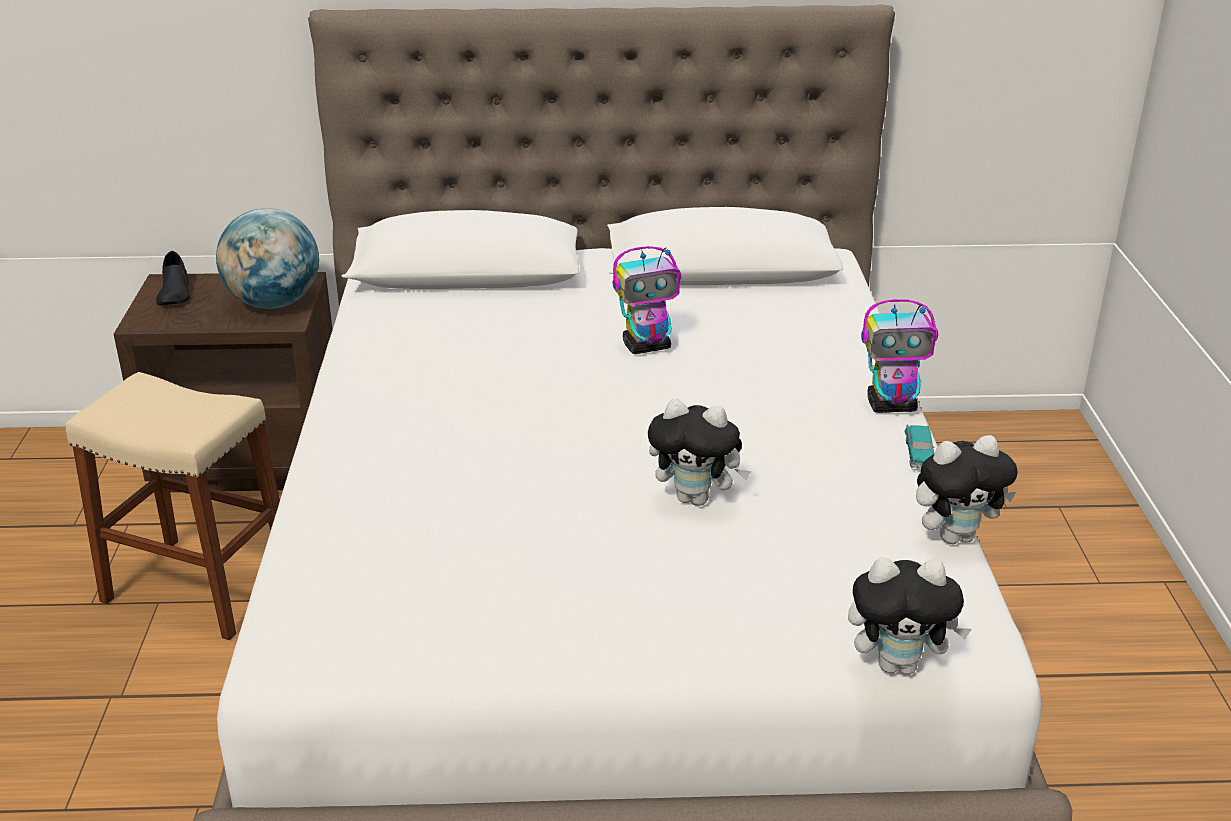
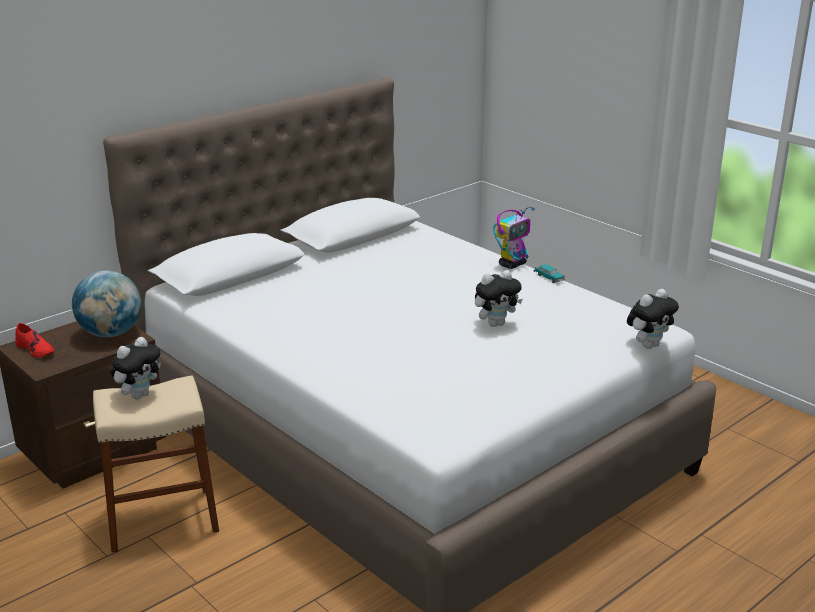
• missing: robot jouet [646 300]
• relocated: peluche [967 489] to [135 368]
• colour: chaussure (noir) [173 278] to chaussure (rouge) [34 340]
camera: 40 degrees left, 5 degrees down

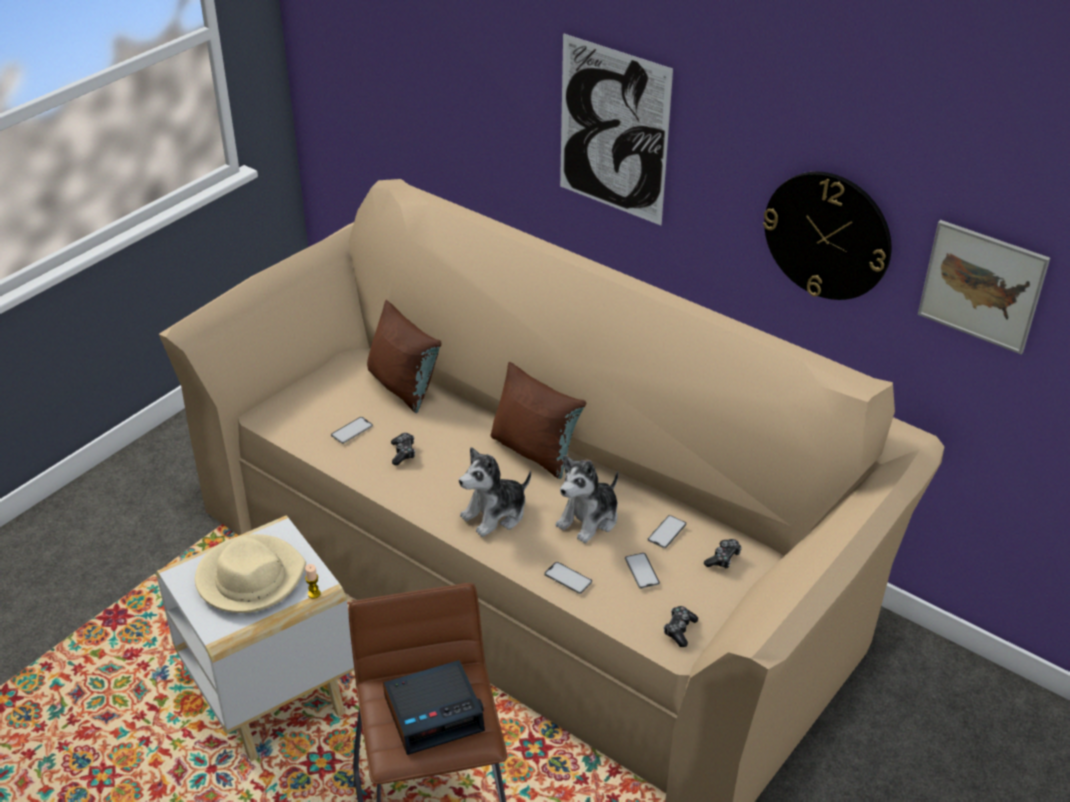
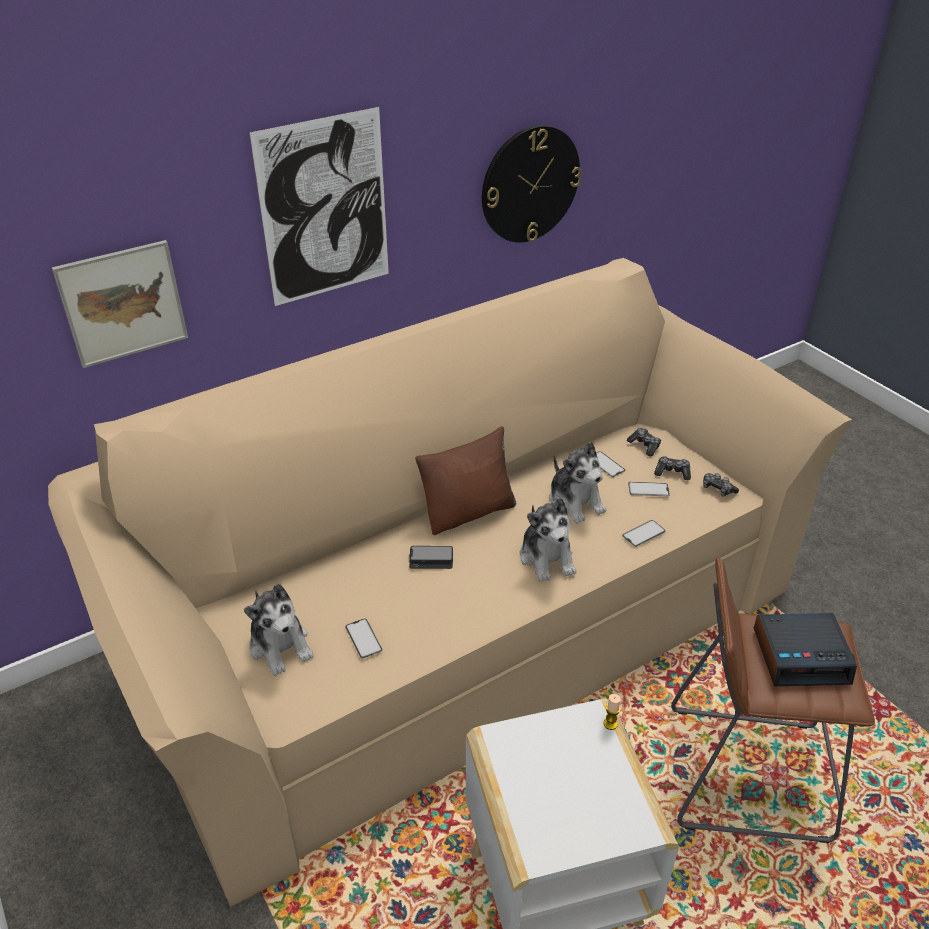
• missing: chapeau (beige) [250 573]
• missing: coussin (marron) [404 356]
• appeared: peluche [278 630]
• appeared: téléphone [431 557]
• relocated: manette [403 449] to [672 468]
• relocated: tableau [984 287] to [120 304]
• spun: réveil [434 707] = [805 649] 90 degrees clockwise
camera: 70 degrees left, 0 degrees up

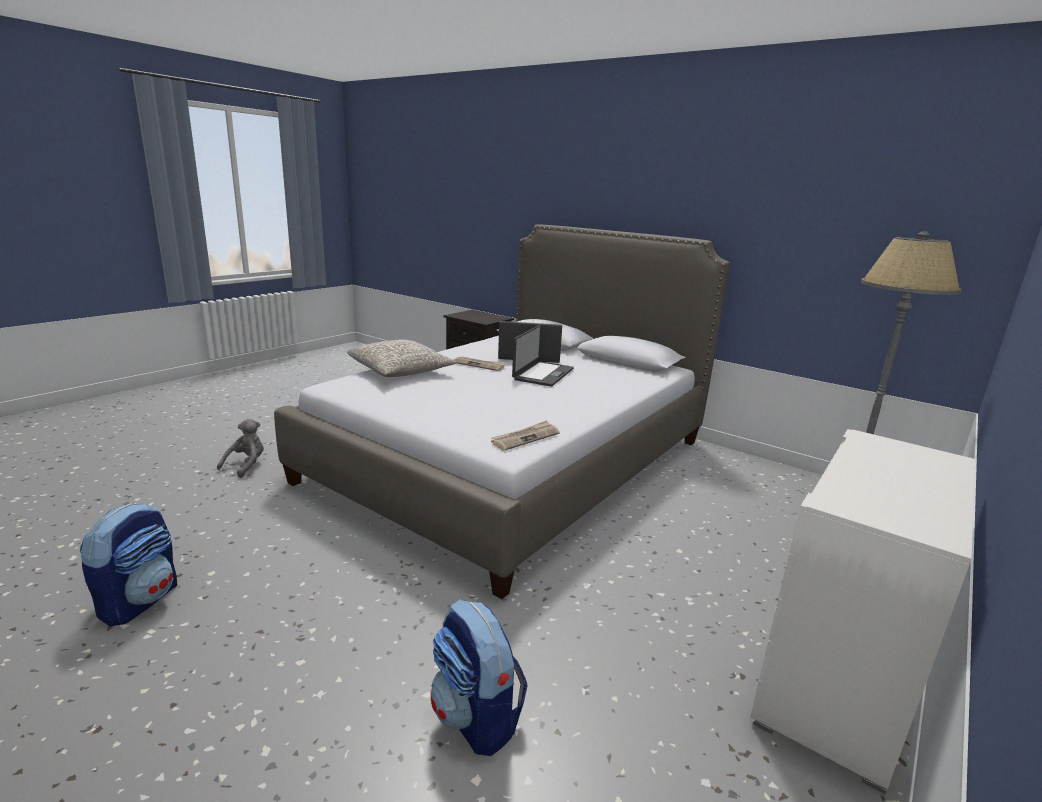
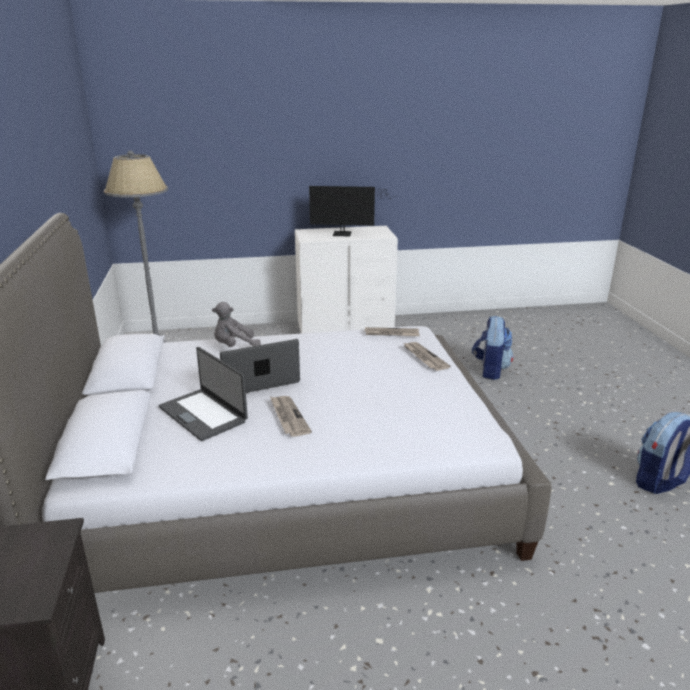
• missing: coussin (gris) [402 358]
• appeared: écran d'ordinateur [352 211]
• appeared: journal [427 356]
• relocated: peluche (gris) [240 448] to [236 324]
camera: 135 degrees left, 5 degrees up

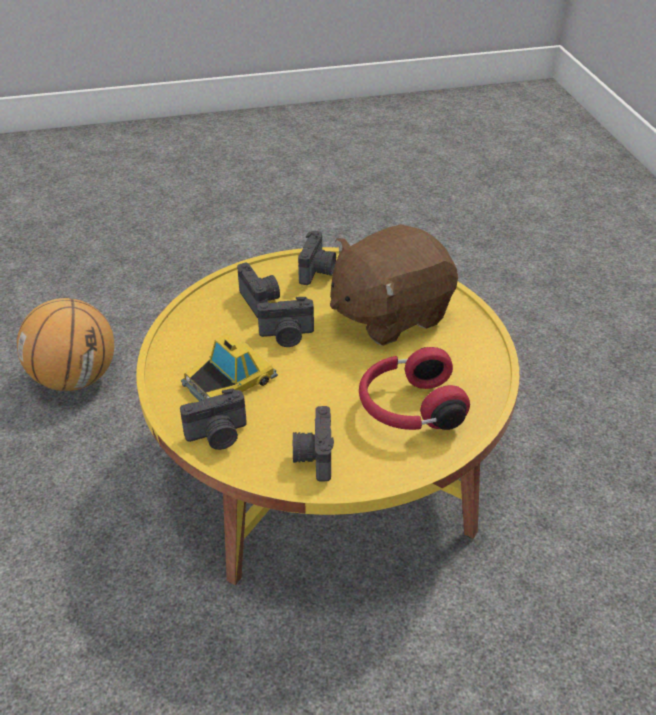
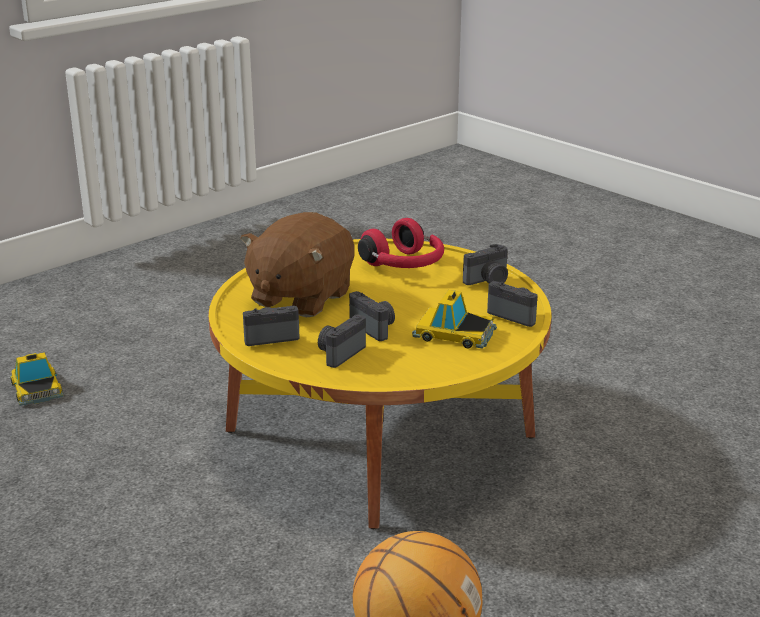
• appeared: petite voiture [37 379]
• spun: peluche (marron) [394 285] = [297 265] 90 degrees clockwise
camera: 120 degrees left, 15 degrees down

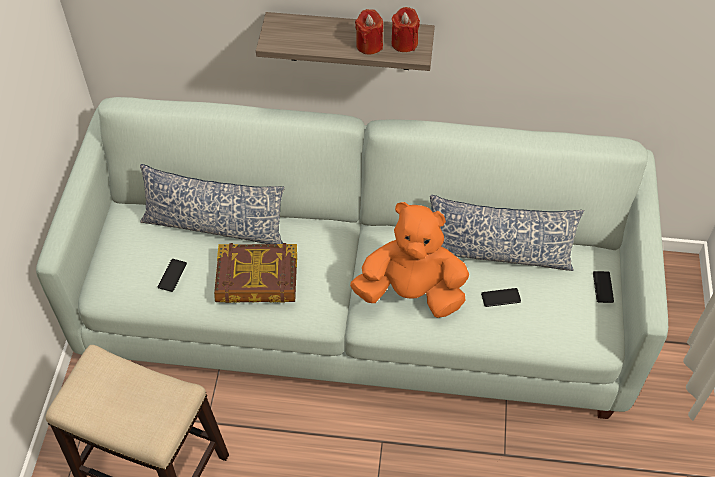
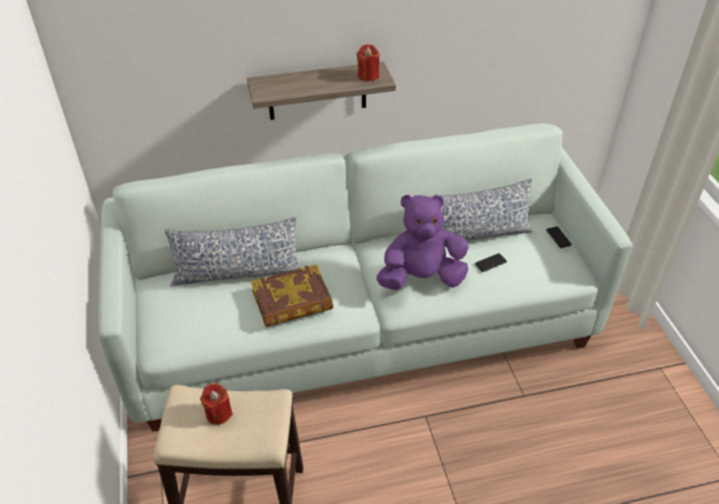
• missing: téléphone [172 275]
• relocated: bougie (rouge) [369 31] to [216 404]
• colour: peluche (orange) [409 260] to peluche (violet) [422 242]
camera: 20 degrees left, 10 degrees down

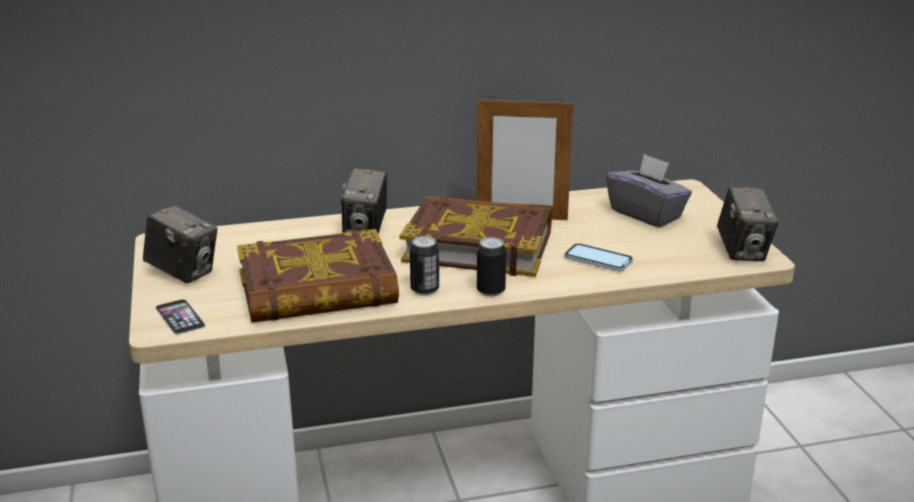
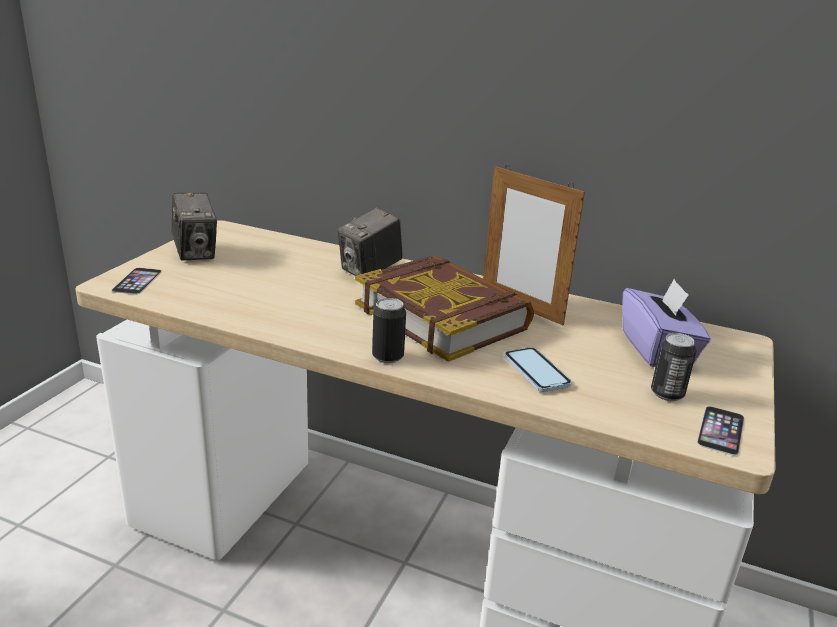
• missing: livre [318 276]
• relocated: boîte métallique [424 265] to [673 367]
• exchanged: appareil photo [747 223] to téléphone [720 430]
• colour: boîte à mouchoirs (gris) [649 191] to boîte à mouchoirs (violet) [666 322]
camera: 35 degrees right, 0 degrees up

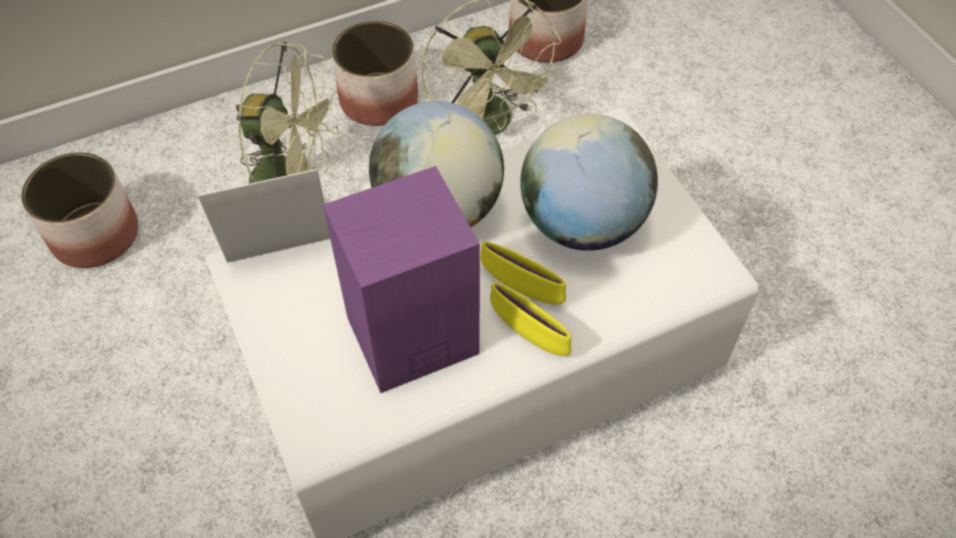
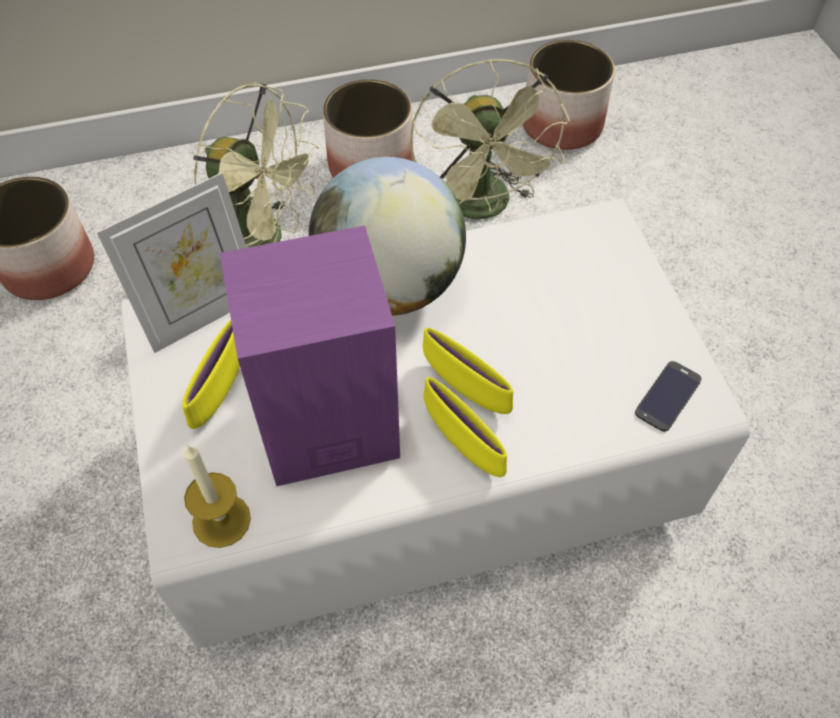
• missing: globe [589 182]
• appeared: bol (jaune) [211 374]
• appeared: bougie [217 496]
• appeared: téléphone [668 396]
• spun: cadre photo [264 216] = [171 262] 150 degrees clockwise
camera: 10 degrees right, 0 degrees up

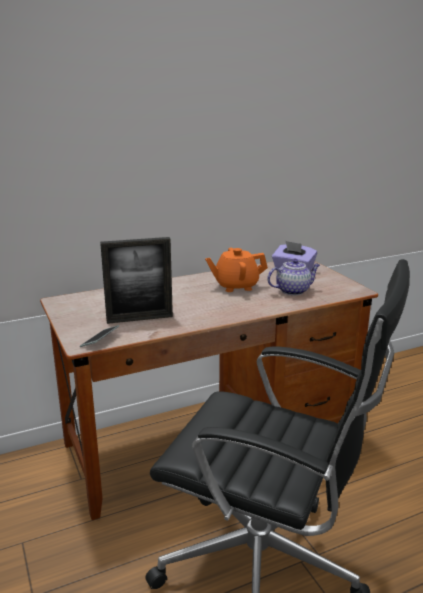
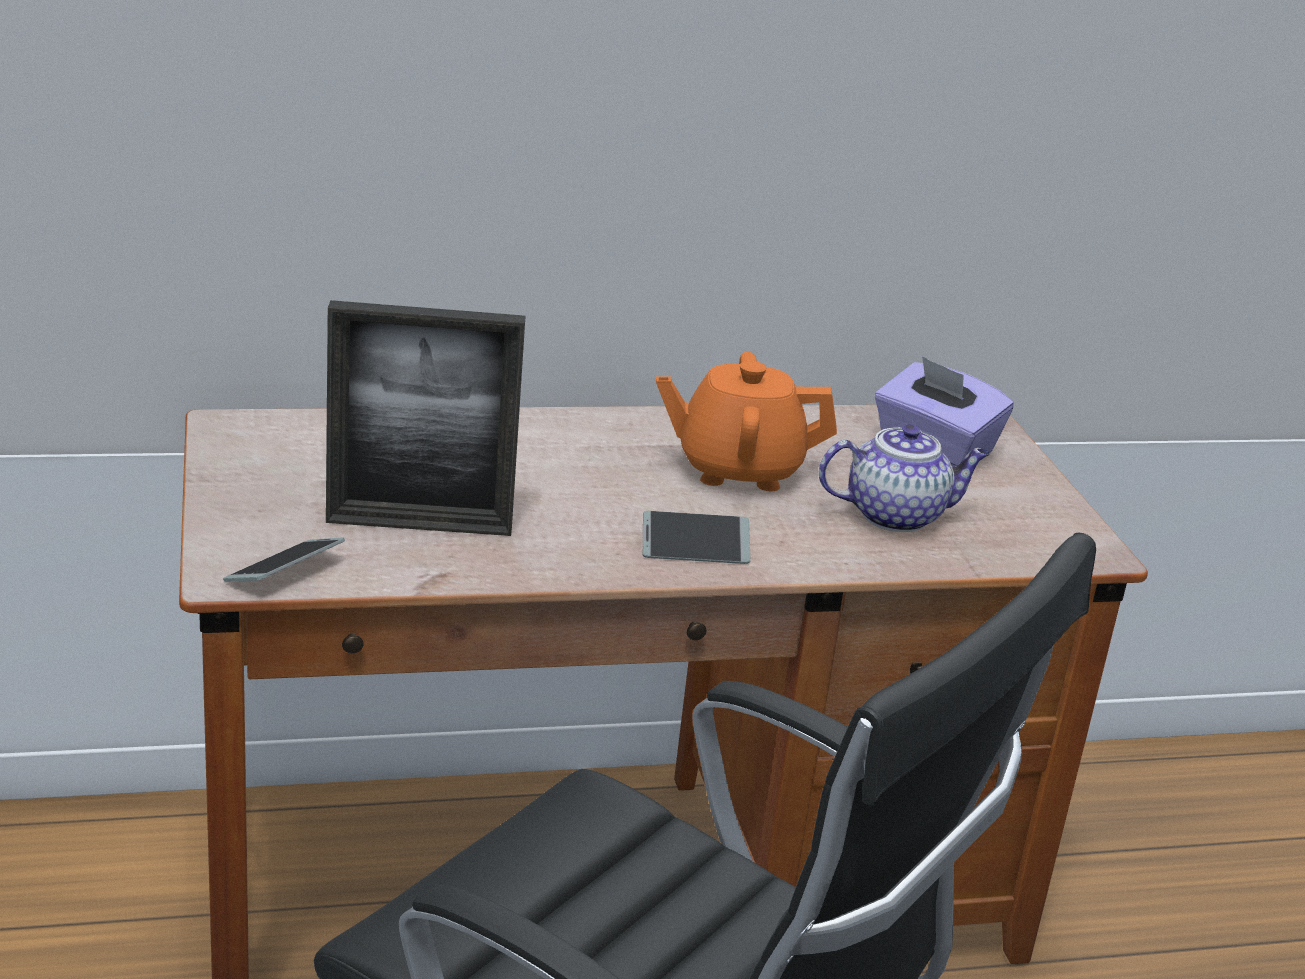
• appeared: téléphone [696 537]
camera: 10 degrees right, 5 degrees up

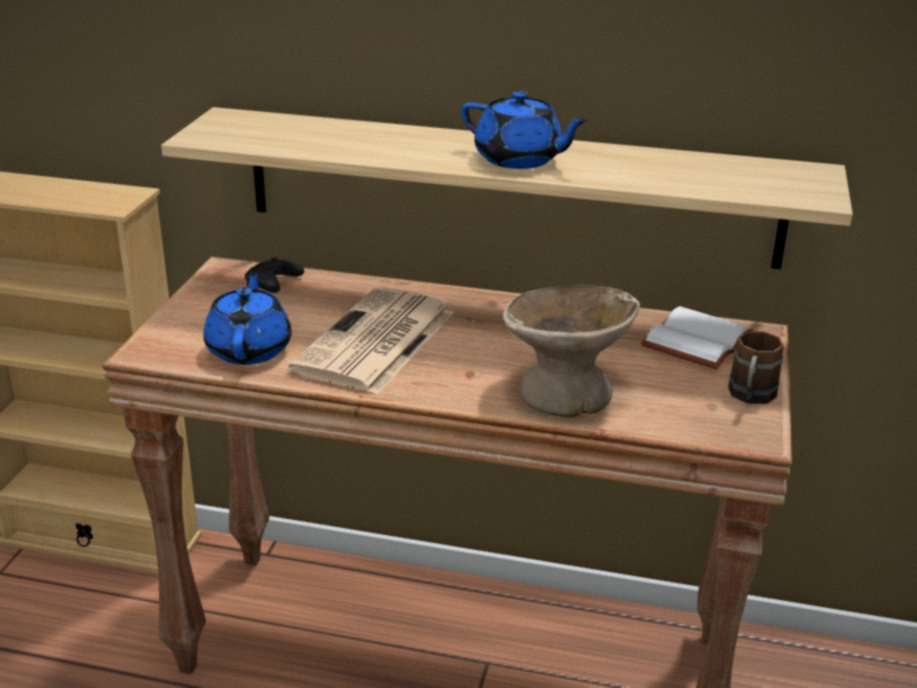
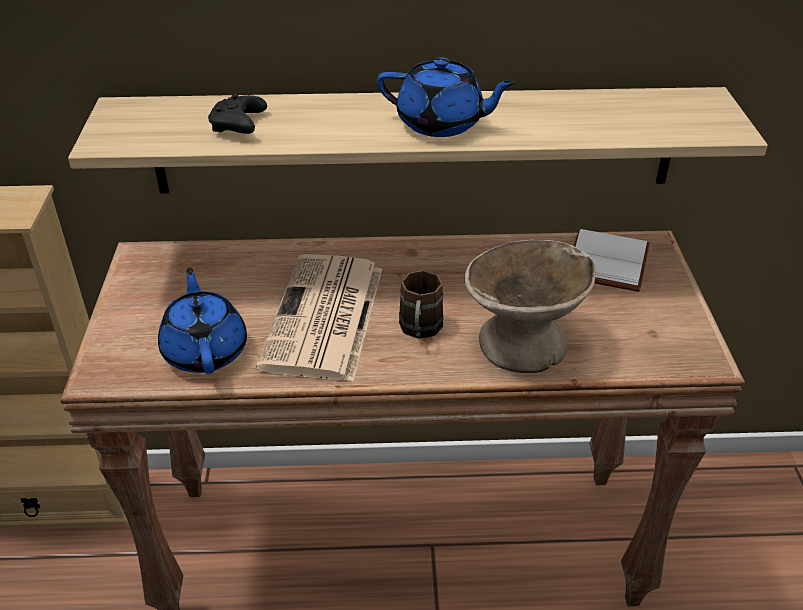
• relocated: manette (noir) [274 275] to [237 114]
• relocated: mug (marron) [755 367] to [421 304]
camera: 15 degrees left, 10 degrees up

